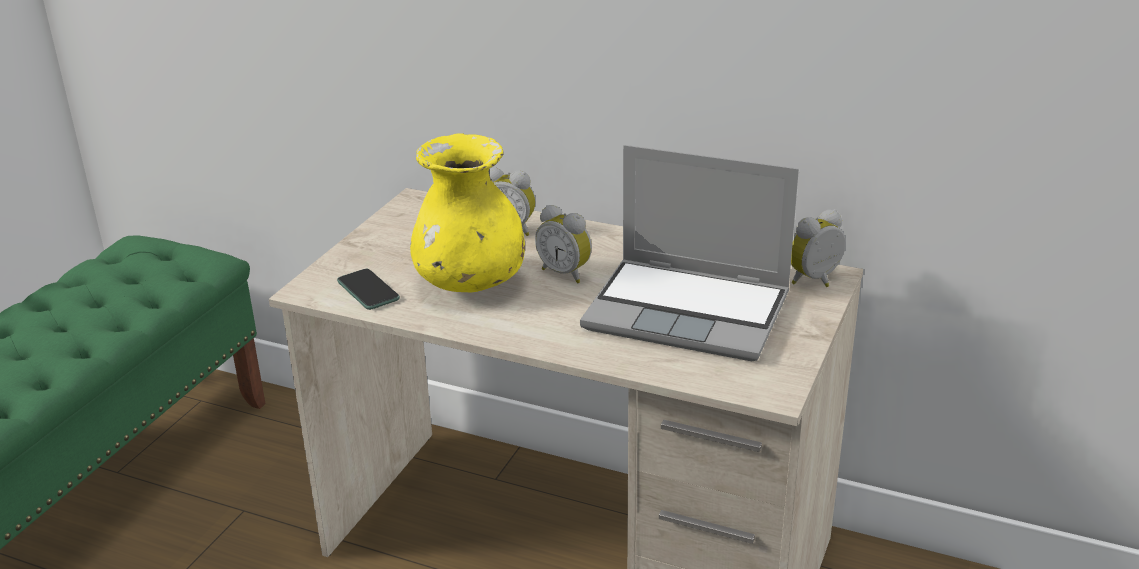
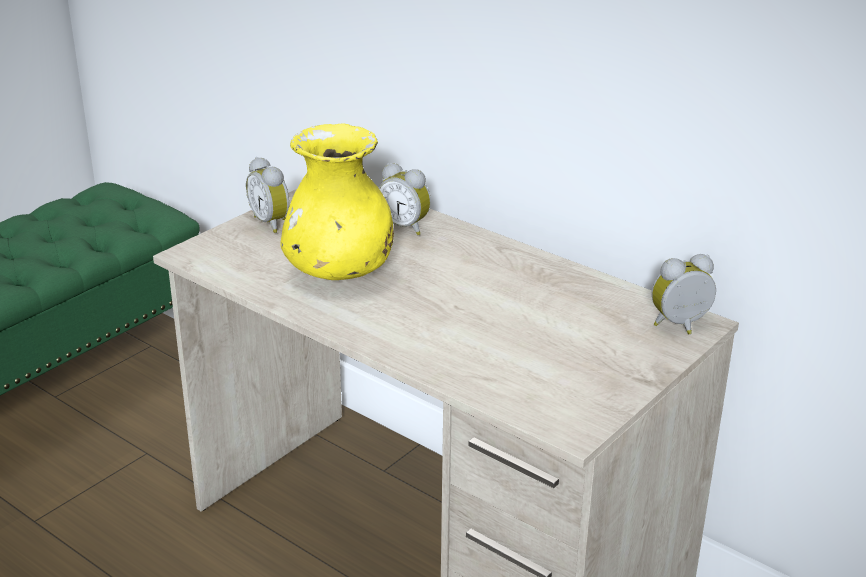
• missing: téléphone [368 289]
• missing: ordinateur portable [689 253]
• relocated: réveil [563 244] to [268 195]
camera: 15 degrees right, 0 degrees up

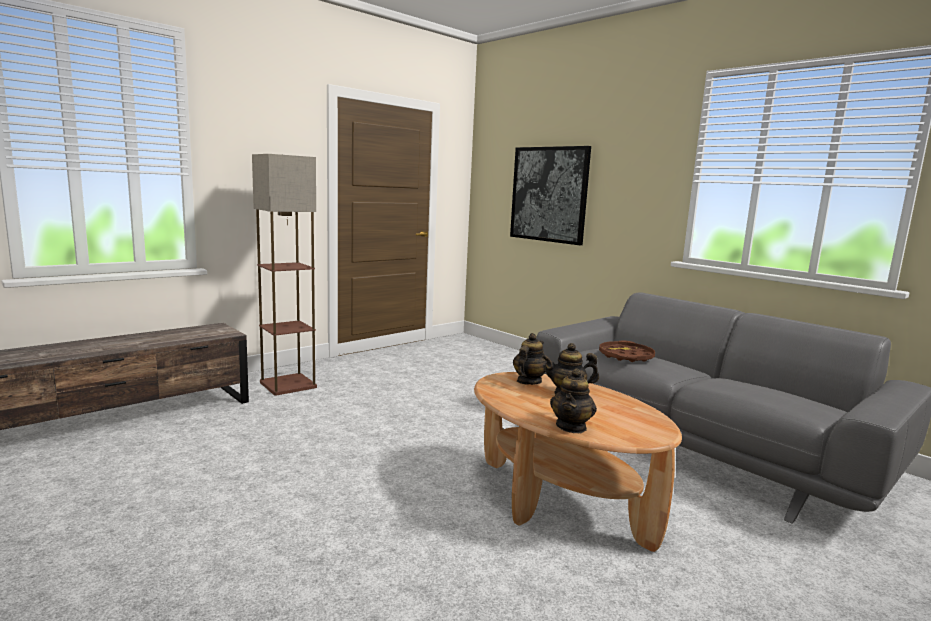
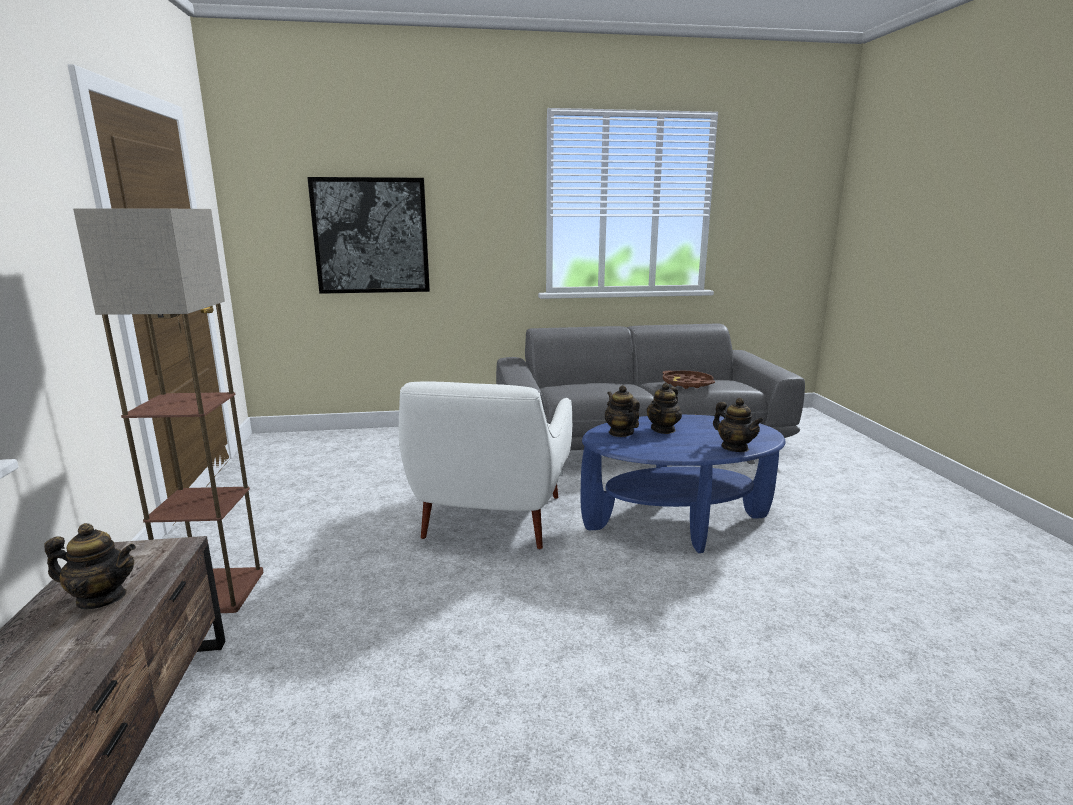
• appeared: théière [90 566]
• appeared: fauteuil (blanc) [485 466]
• relocated: plateau (marron) [627 351] to [688 380]
• colour: table basse (marron) [578 462] to table basse (bleu) [683 484]
camera: 55 degrees left, 5 degrees up

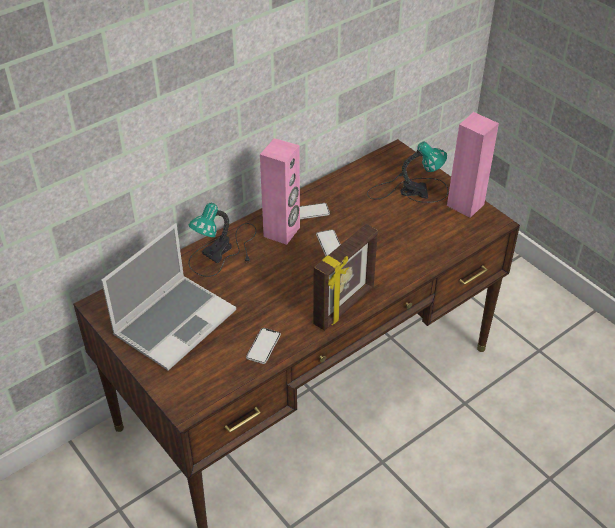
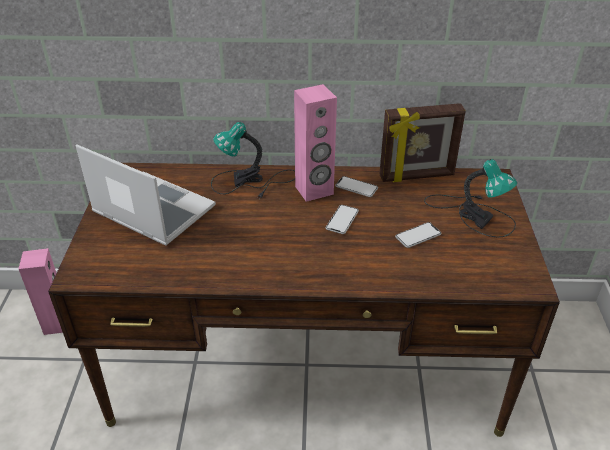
• relocated: téléphone [263 346] to [418 235]
• relocated: cadre photo [345 277] to [422 142]
• relocated: enceinte (rose) [473 165] to [41 291]
• spun: ordinateur portable [168 297] = [146 195] 135 degrees counterclockwise
camera: 40 degrees right, 5 degrees down

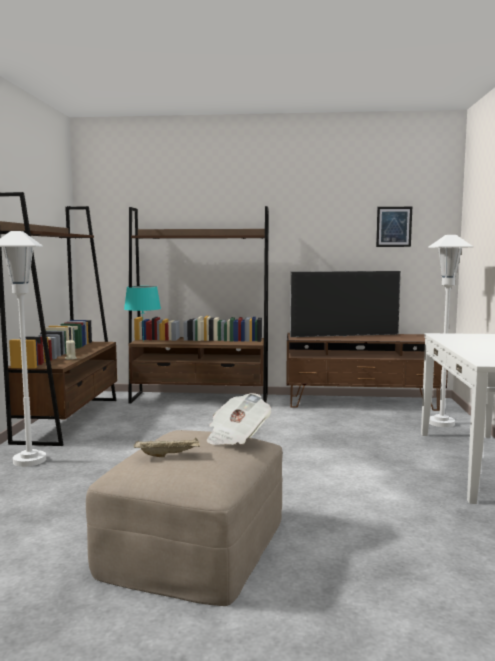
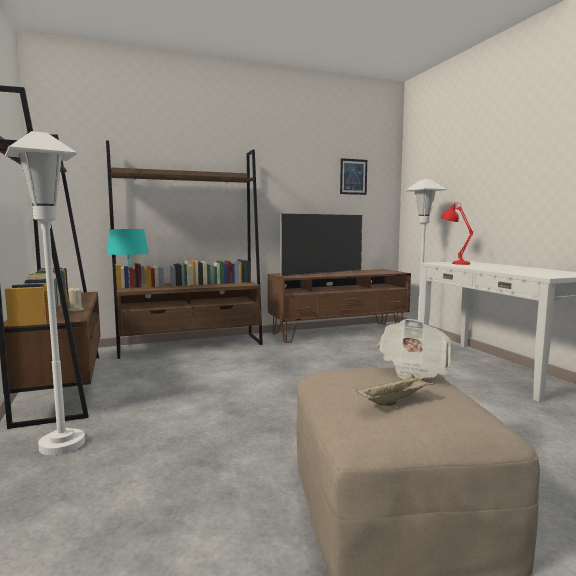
• appeared: lampe de table (rouge) [457 233]
camera: 25 degrees left, 0 degrees up

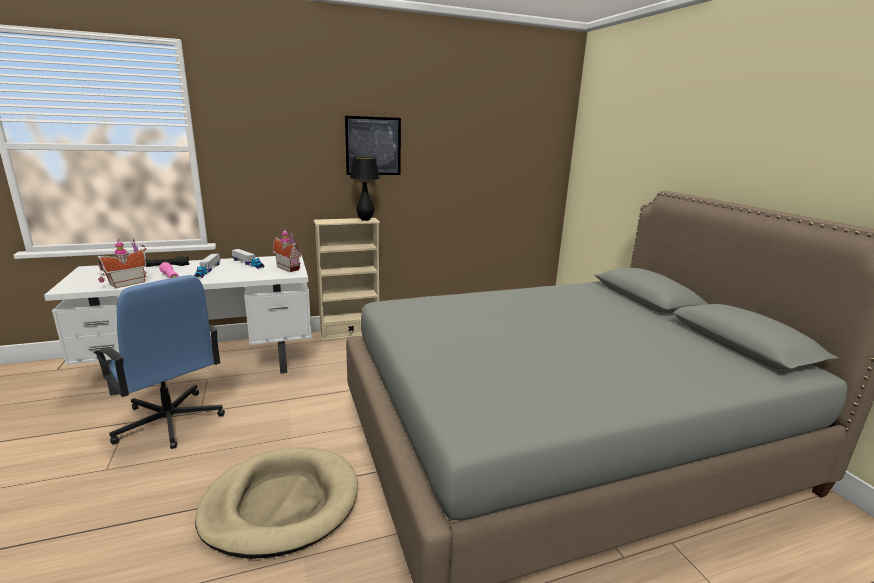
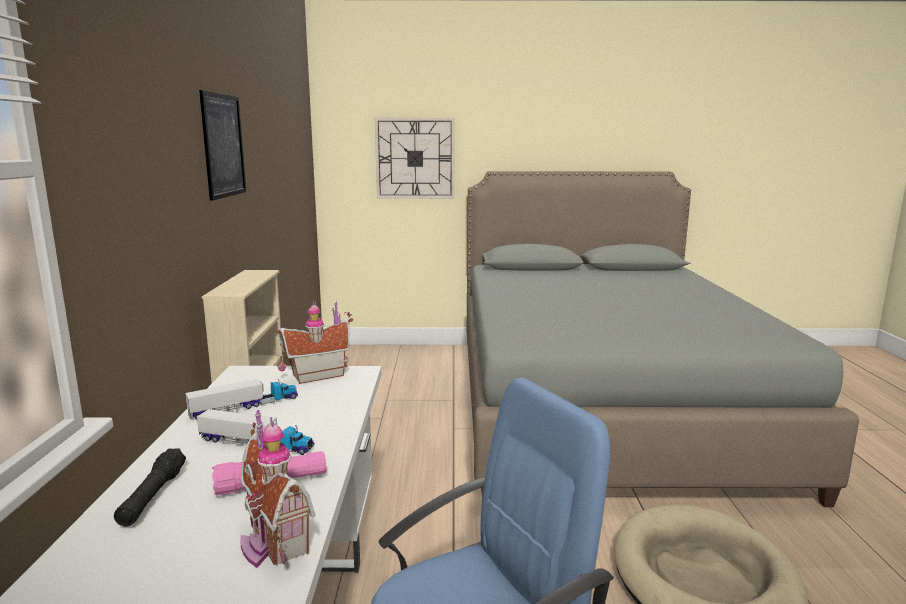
• missing: lampe de table (noir) [365 189]
• appeared: horloge murale [415 158]
camera: 70 degrees left, 5 degrees down

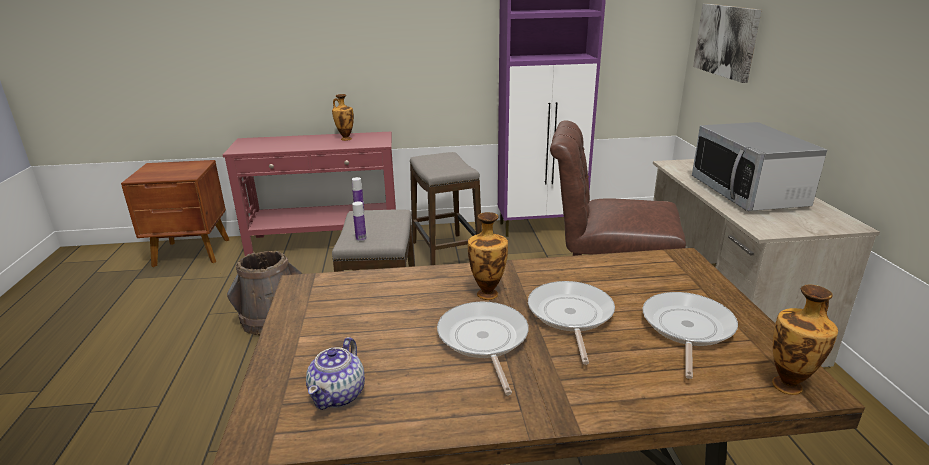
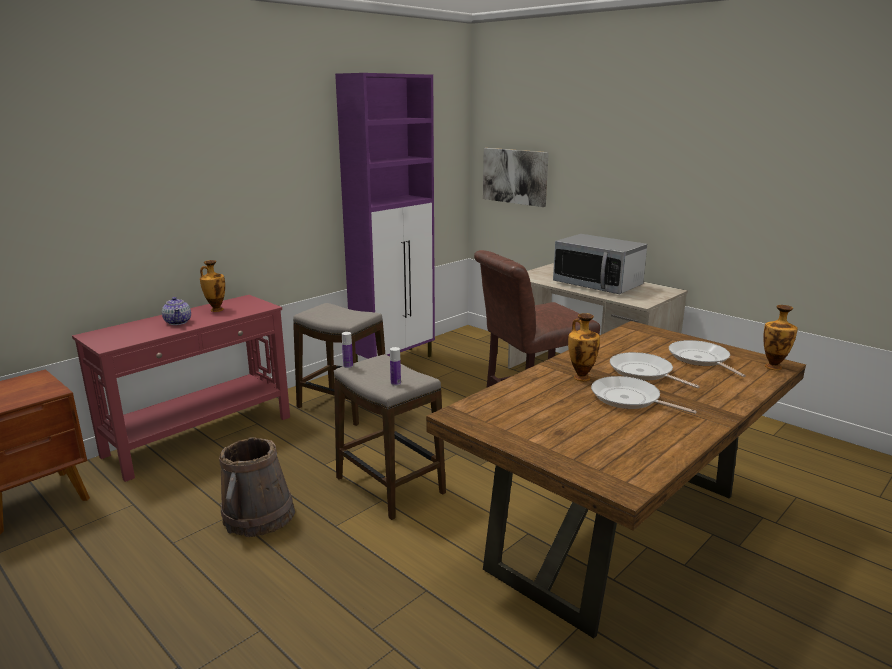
• relocated: théière [335 373] to [176 311]
camera: 40 degrees left, 5 degrees down

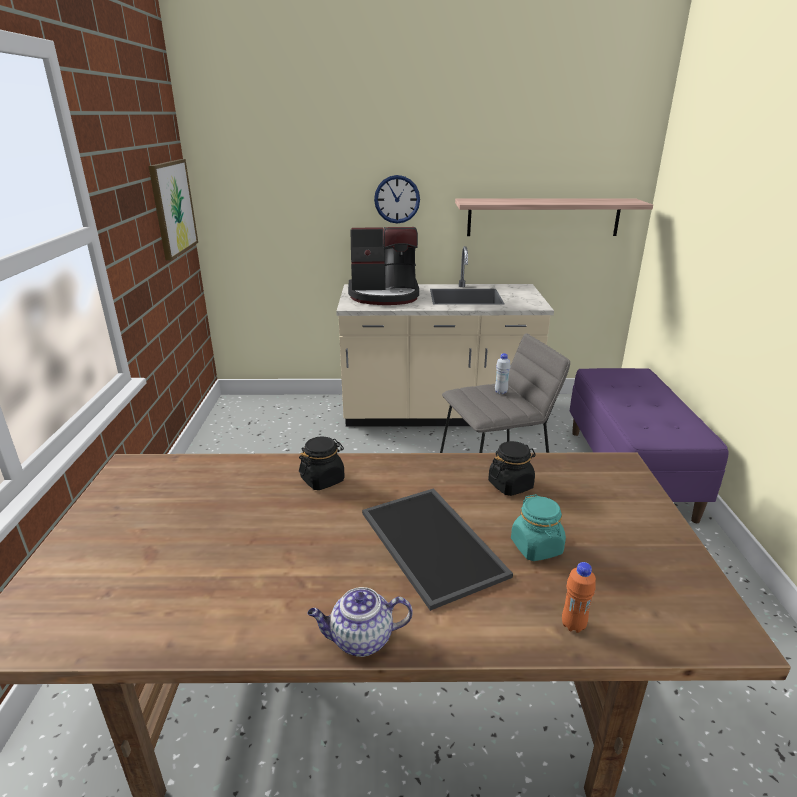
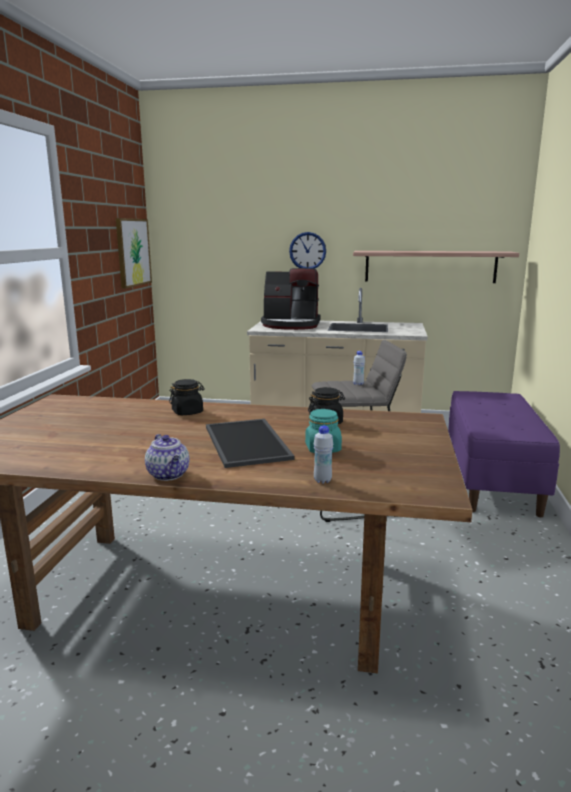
• colour: bouteille (orange) [579 597] to bouteille (blanc) [323 455]
• spun: théière [360 622] = [167 457] 120 degrees counterclockwise
camera: 10 degrees right, 10 degrees down

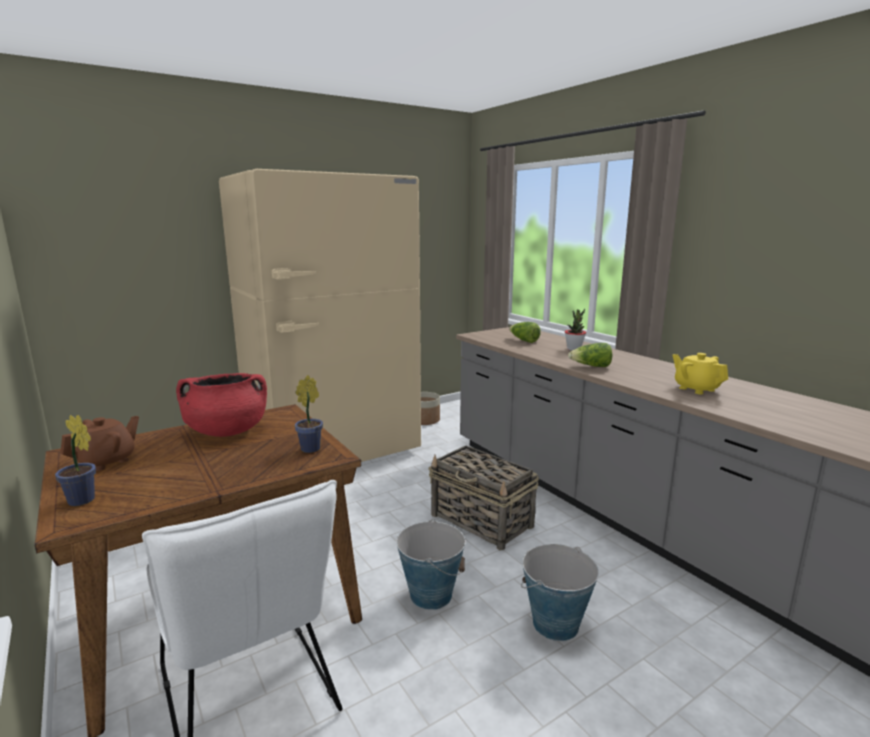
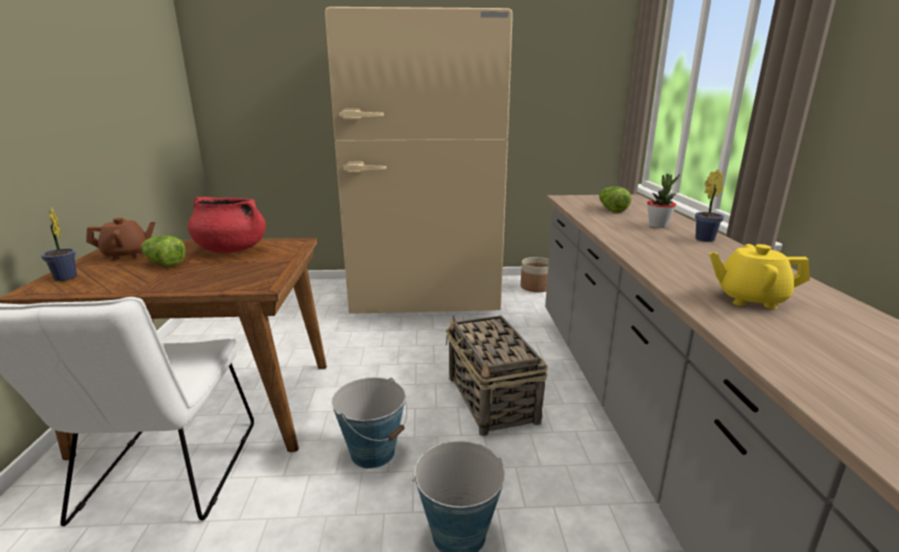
• relocated: plante en pot [309 414] to [709 205]
• relocated: laitue [590 355] to [163 251]
• spun: théière (jaune) [700 373] = [759 276] 75 degrees counterclockwise
camera: 30 degrees right, 5 degrees up

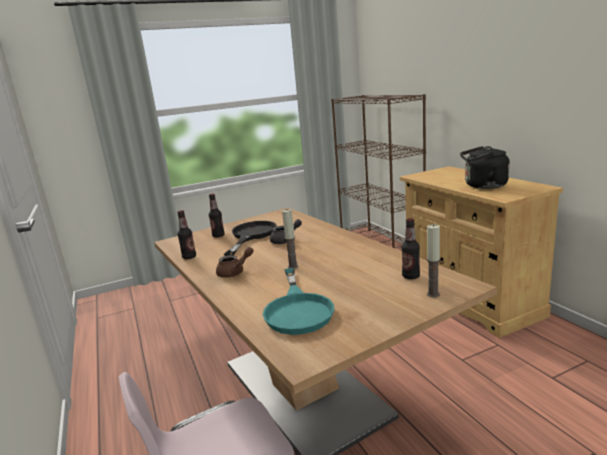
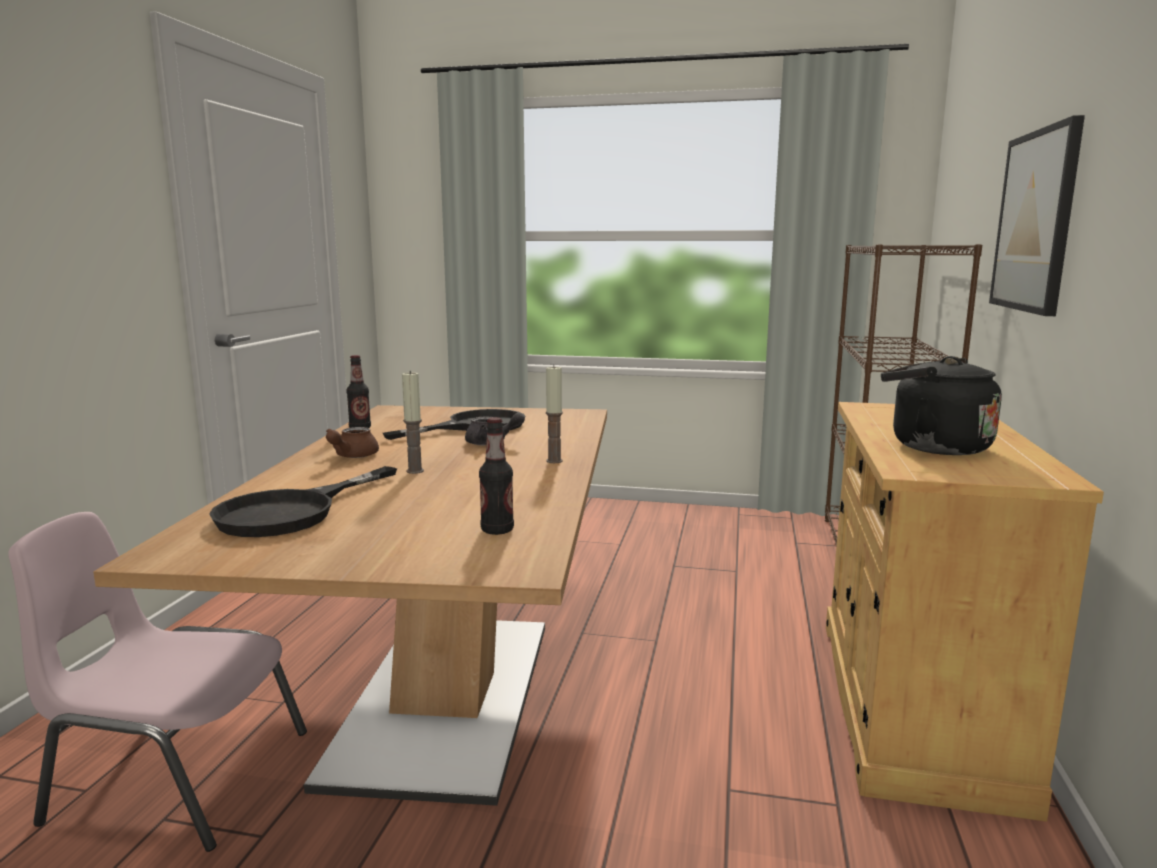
• missing: bouteille [217 215]
• appeared: tableau [1037 215]
• relocated: bougie [433 260] to [554 414]
• colour: poêle (turquoise) [298 301] to poêle (noir) [303 501]
• spun: théière (marron) [235 262] = [352 442] 105 degrees clockwise
camera: 35 degrees right, 5 degrees down

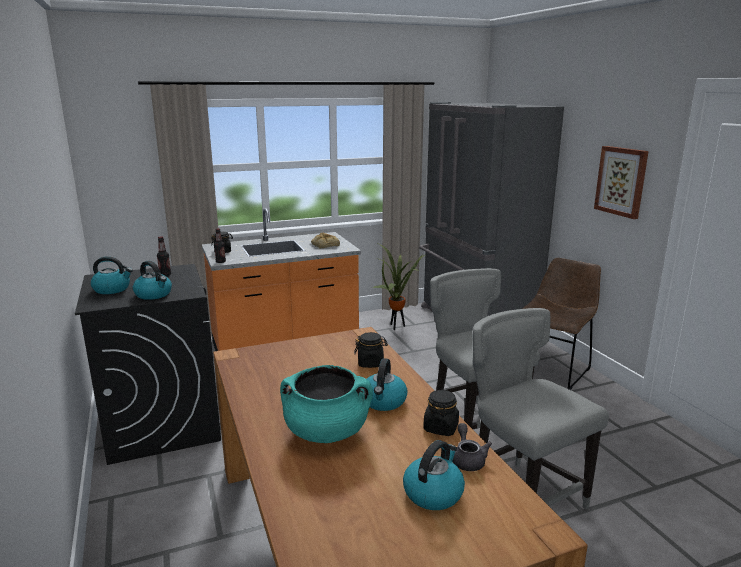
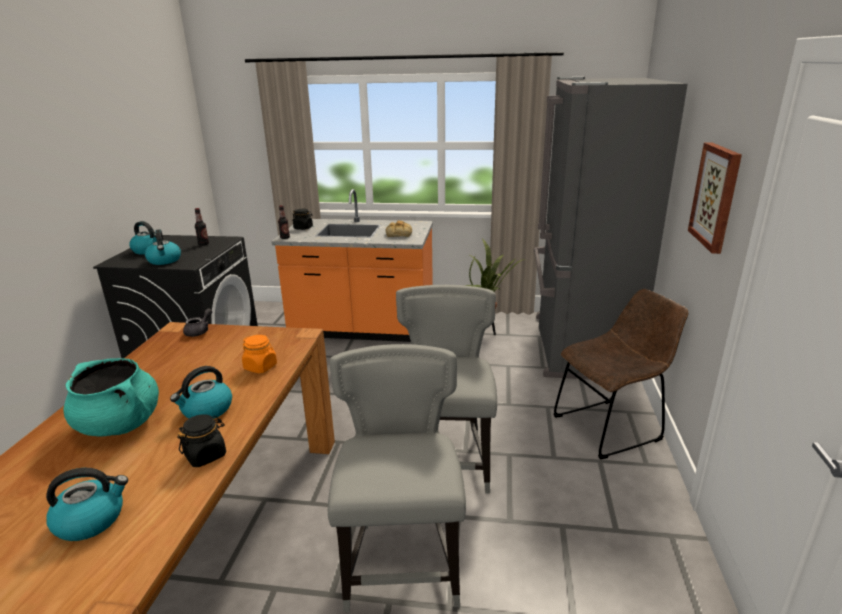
• relocated: théière (gris) [472 447] to [197 322]
• colour: bocal (noir) [371 350] to bocal (orange) [259 354]
camera: 30 degrees right, 5 degrees up

